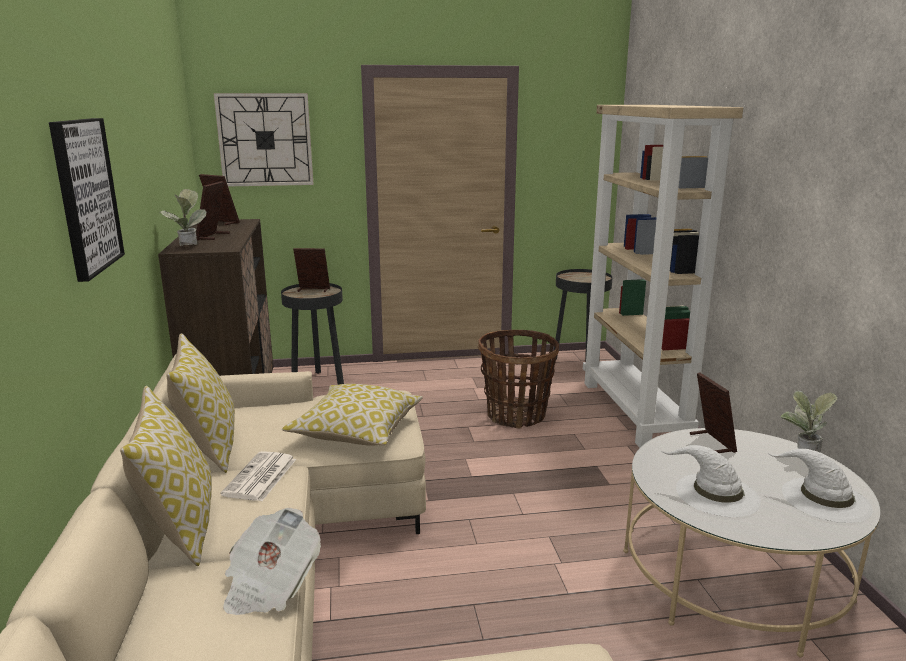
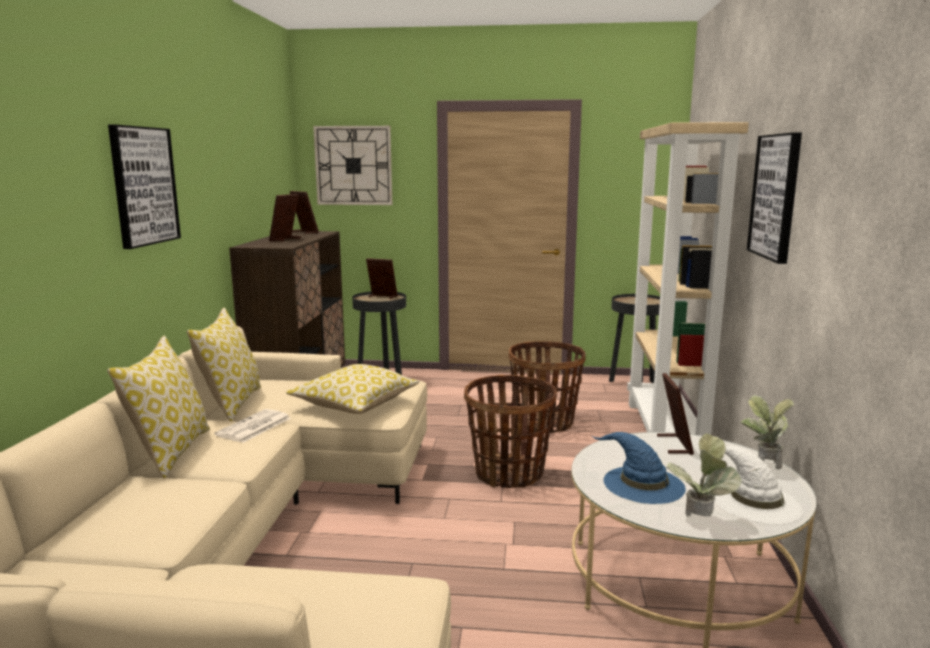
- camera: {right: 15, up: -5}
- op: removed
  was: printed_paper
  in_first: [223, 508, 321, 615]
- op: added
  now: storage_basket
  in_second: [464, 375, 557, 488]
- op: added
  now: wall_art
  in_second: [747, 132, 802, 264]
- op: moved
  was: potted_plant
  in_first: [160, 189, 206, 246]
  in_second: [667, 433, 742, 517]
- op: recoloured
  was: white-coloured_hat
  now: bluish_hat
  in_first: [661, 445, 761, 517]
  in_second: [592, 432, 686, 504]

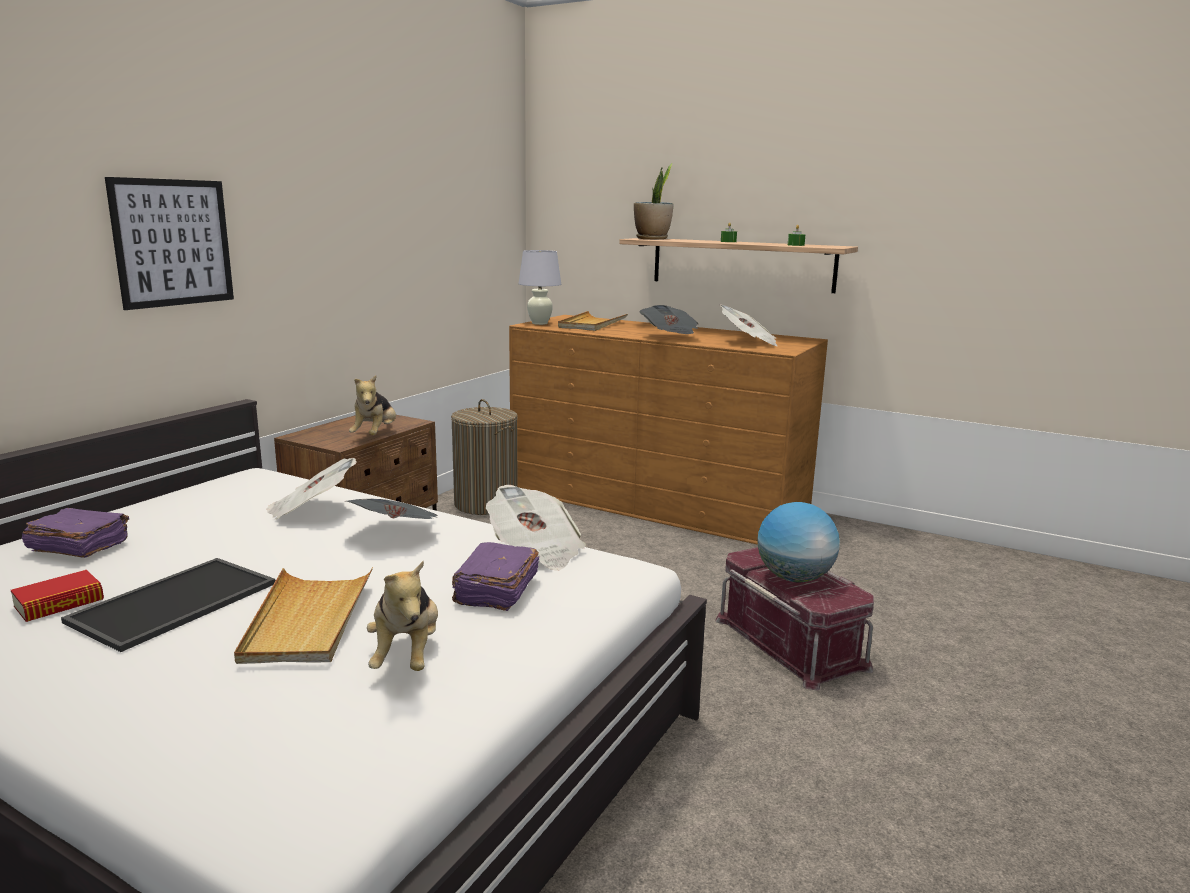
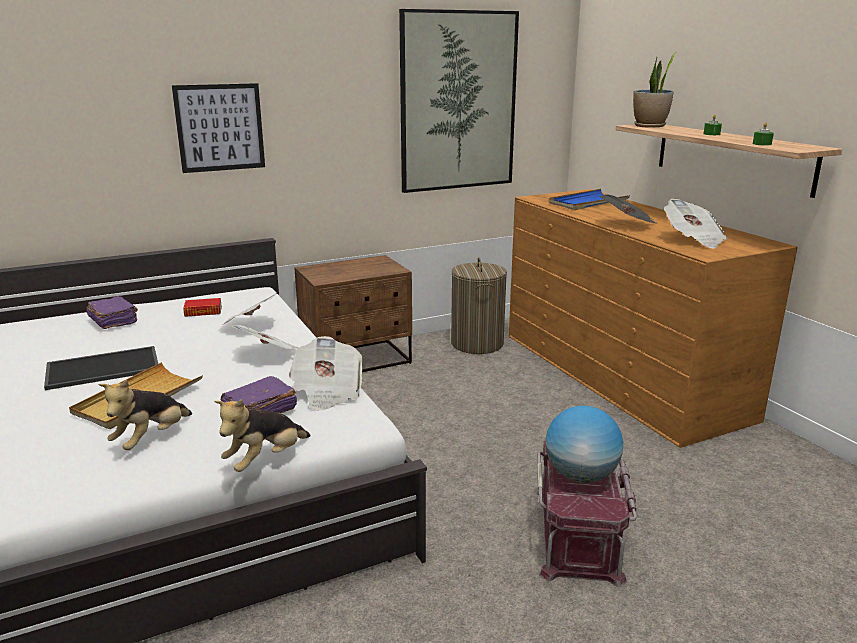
- camera: {right: 35, up: 5}
- op: removed
  was: white-coloured_table_lamp
  in_first: [518, 250, 561, 325]
- op: added
  now: wall_art
  in_second: [399, 9, 519, 193]
- op: moved
  was: book
  in_first: [11, 570, 104, 622]
  in_second: [184, 298, 222, 317]
- op: moved
  was: cuddly_toy
  in_first: [349, 375, 396, 435]
  in_second: [214, 399, 310, 472]
- op: recoloured
  was: sand-coloured_tray
  now: bluish_tray
  in_first: [558, 311, 628, 331]
  in_second: [549, 189, 630, 210]

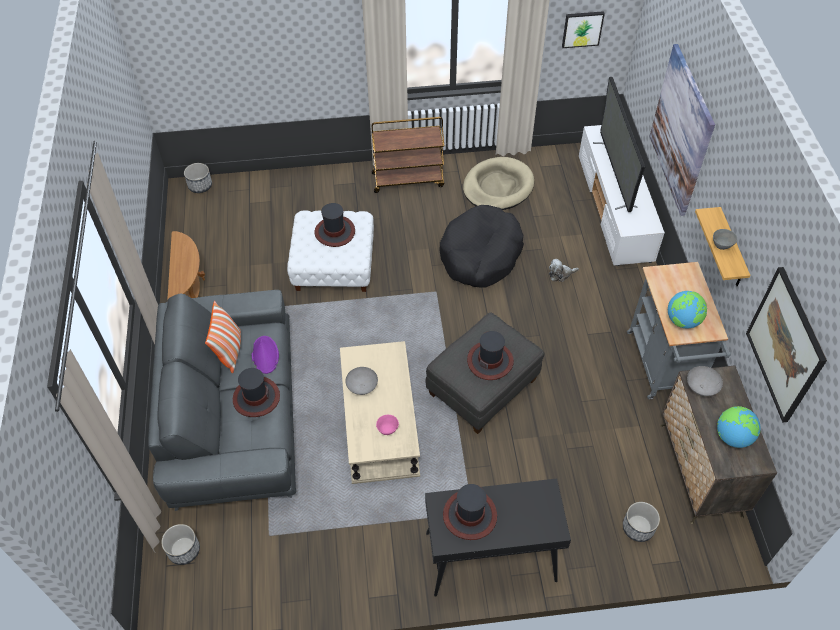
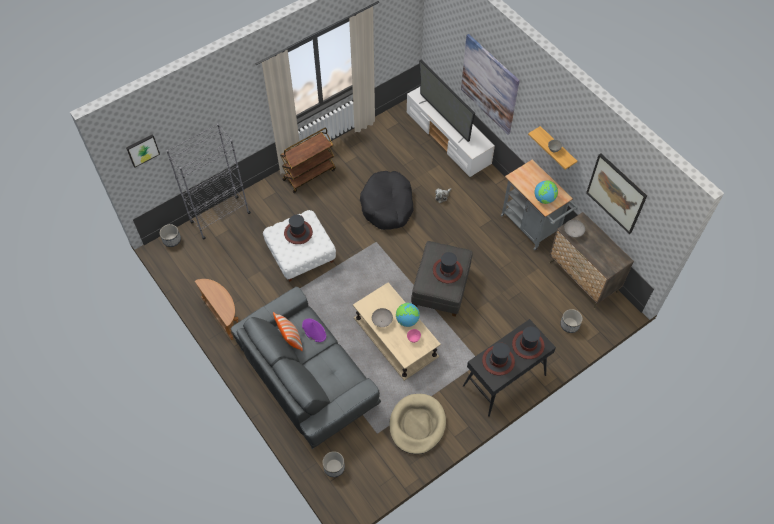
- camera: {right: -30, up: 5}
- op: added
  now: grey_bookshelf
  in_second: [166, 123, 251, 240]
- op: moved
  was: hat
  in_first: [233, 368, 280, 417]
  in_second: [512, 326, 544, 359]
- op: moved
  was: sand-coloured_dog_cushion
  in_first: [463, 157, 534, 210]
  in_second: [389, 394, 446, 454]
- op: moved
  was: wall_art
  in_first: [562, 11, 605, 48]
  in_second: [126, 134, 160, 168]
- op: moved
  was: globe
  in_first: [717, 406, 761, 448]
  in_second: [396, 303, 420, 327]

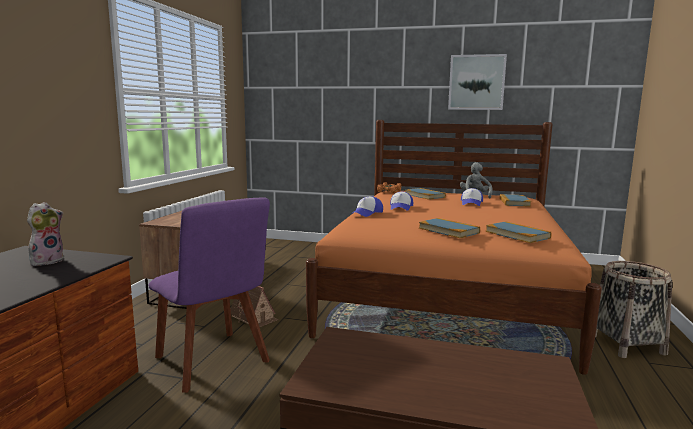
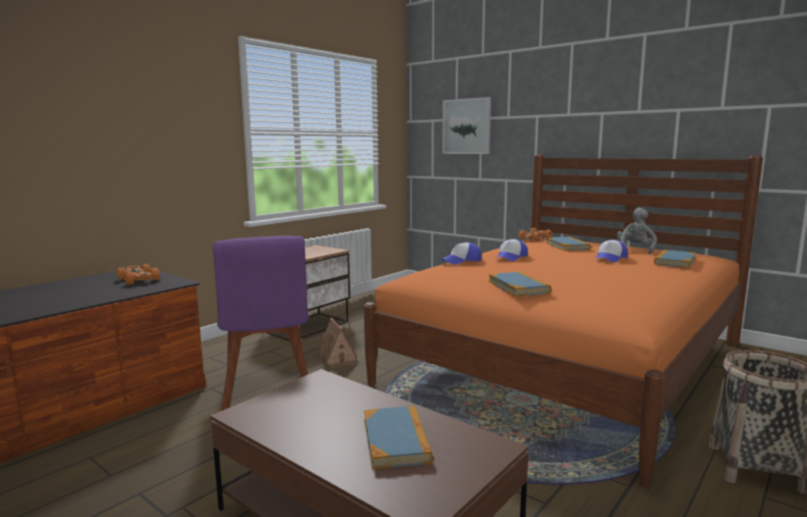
- camera: {right: 25, up: 0}
- op: moved
  was: wall_art
  in_first: [448, 54, 507, 110]
  in_second: [442, 97, 491, 154]
- op: moved
  was: book
  in_first: [486, 221, 551, 243]
  in_second: [364, 406, 433, 469]
- op: replaced
  was: cuddly_toy
  now: orangey_miniature_car
  in_first: [27, 202, 64, 266]
  in_second: [117, 264, 160, 285]

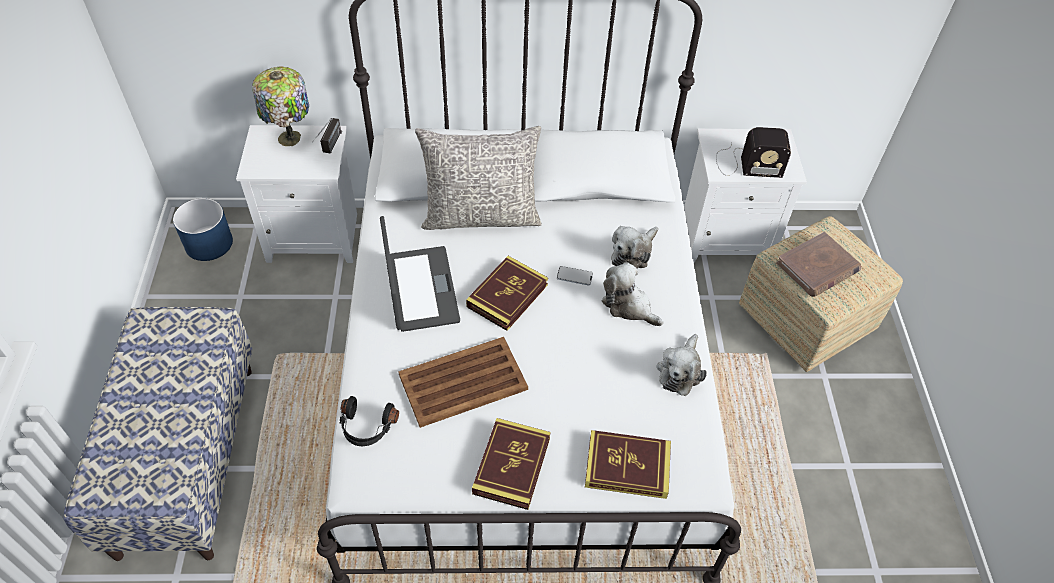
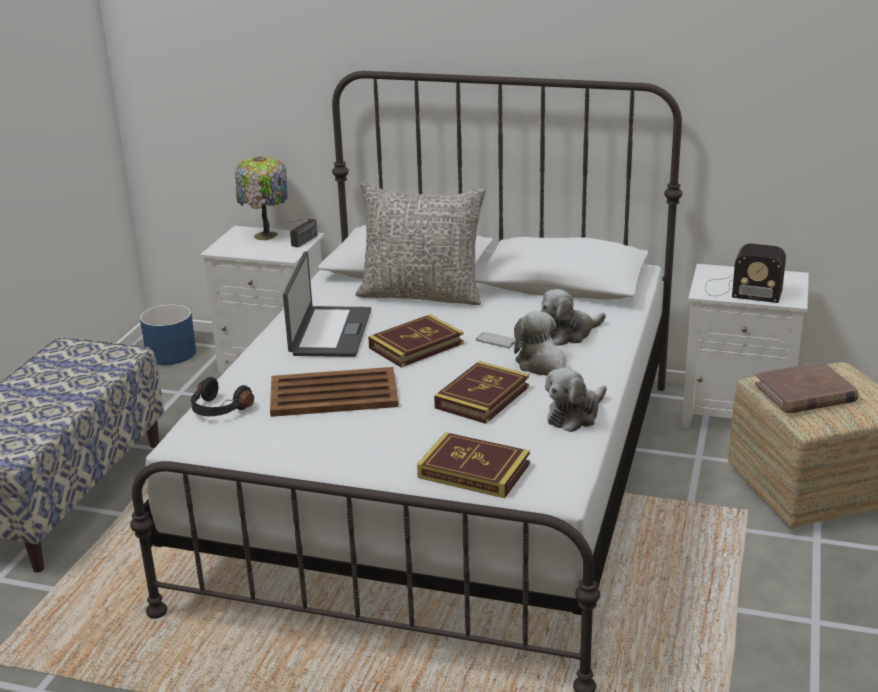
- camera: {right: 20, up: -25}
- op: moved
  was: book
  in_first: [472, 418, 551, 510]
  in_second: [434, 361, 529, 424]

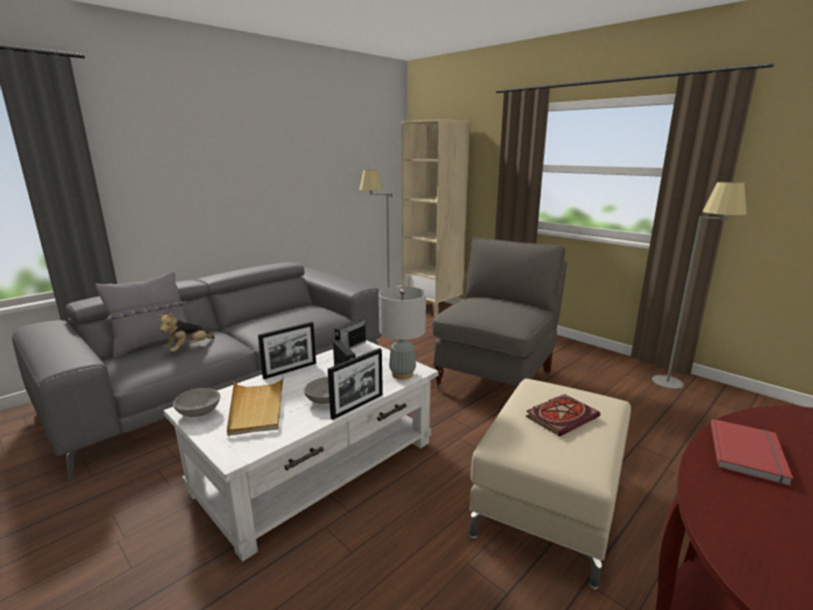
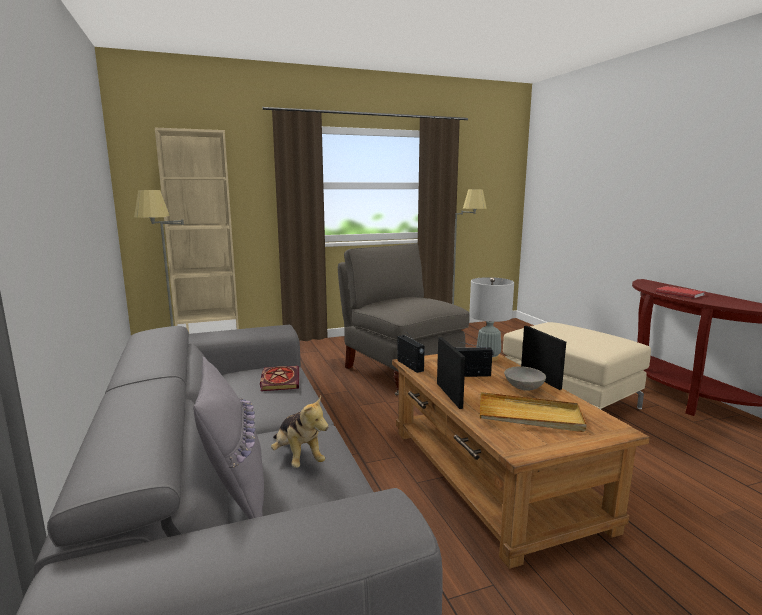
- camera: {right: -65, up: -5}
- op: removed
  was: grey_serving_bowl
  in_first: [173, 388, 220, 417]
- op: moved
  was: book
  in_first: [526, 394, 600, 436]
  in_second: [260, 366, 299, 391]
- op: recoloured
  was: white-coloured_lounge_table
  now: brownish_lounge_table
  in_first: [163, 340, 439, 562]
  in_second: [392, 354, 650, 569]

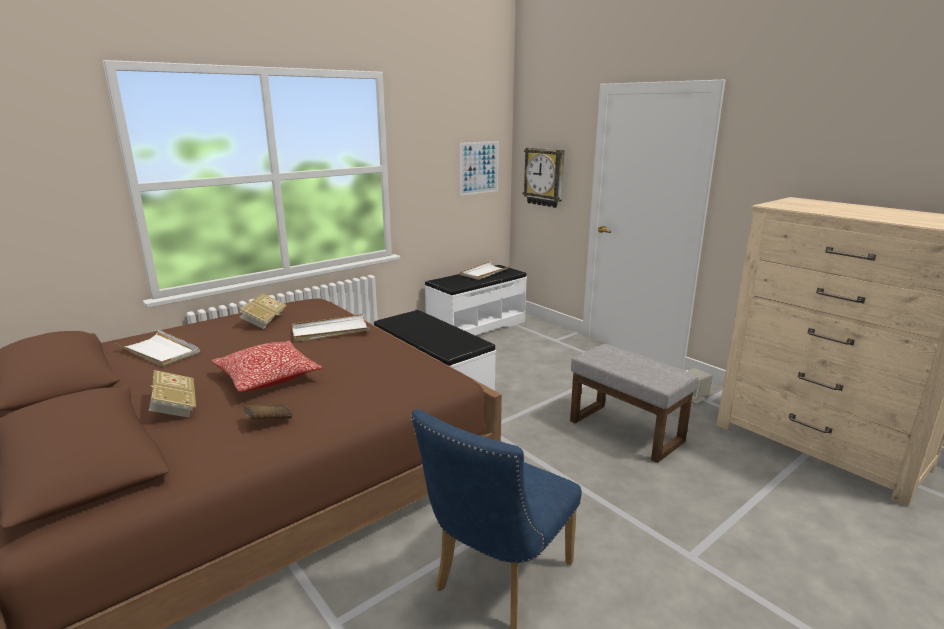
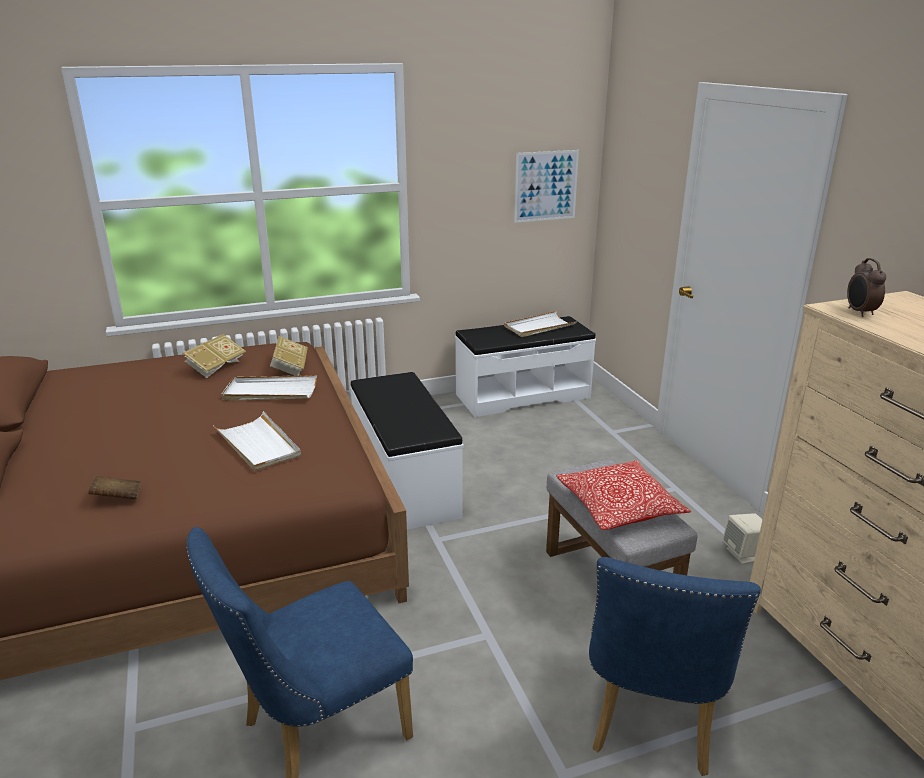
- camera: {right: 20, up: 5}
- op: removed
  was: clock_on_the_wall
  in_first: [523, 147, 564, 208]
- op: added
  now: bluish_chair
  in_second: [589, 557, 761, 776]
- op: added
  now: alarm_clock
  in_second: [847, 258, 886, 317]
- op: moved
  was: white-coloured_tray
  in_first: [116, 330, 200, 367]
  in_second: [213, 411, 301, 471]
- op: moved
  was: book
  in_first: [149, 370, 196, 418]
  in_second: [270, 336, 308, 376]
- op: moved
  was: cushion
  in_first: [211, 341, 323, 392]
  in_second: [556, 460, 691, 530]

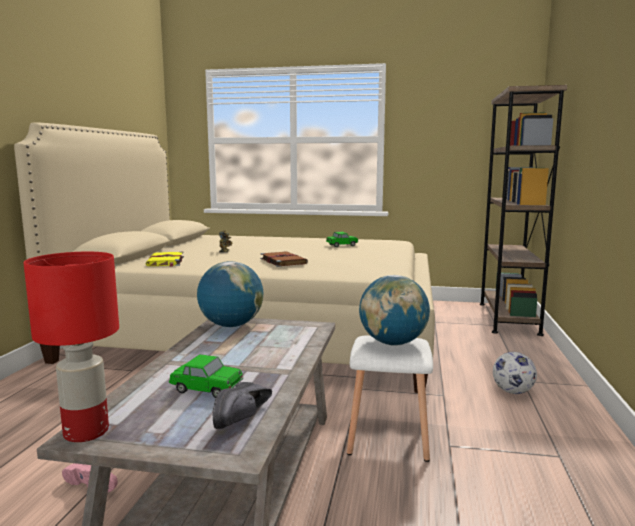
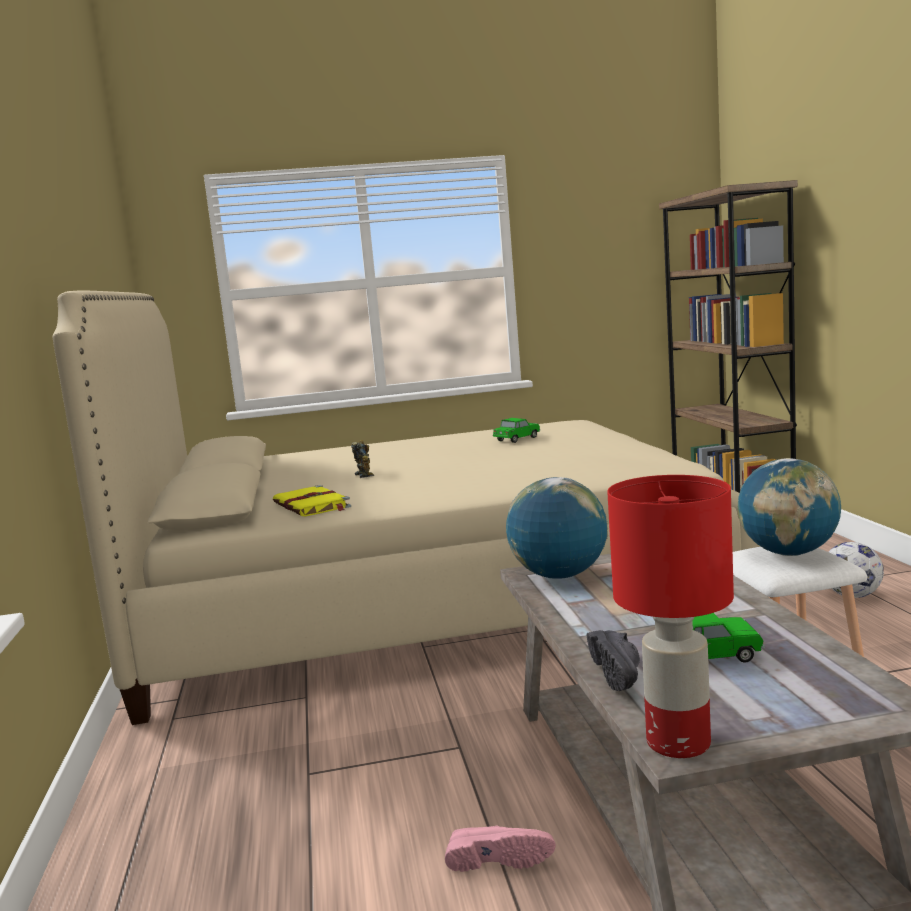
- camera: {right: -20, up: 0}
- op: removed
  was: brownish_book
  in_first: [260, 251, 308, 267]
- op: moved
  was: blackish_item_of_footwear
  in_first: [213, 382, 272, 429]
  in_second: [586, 630, 640, 691]

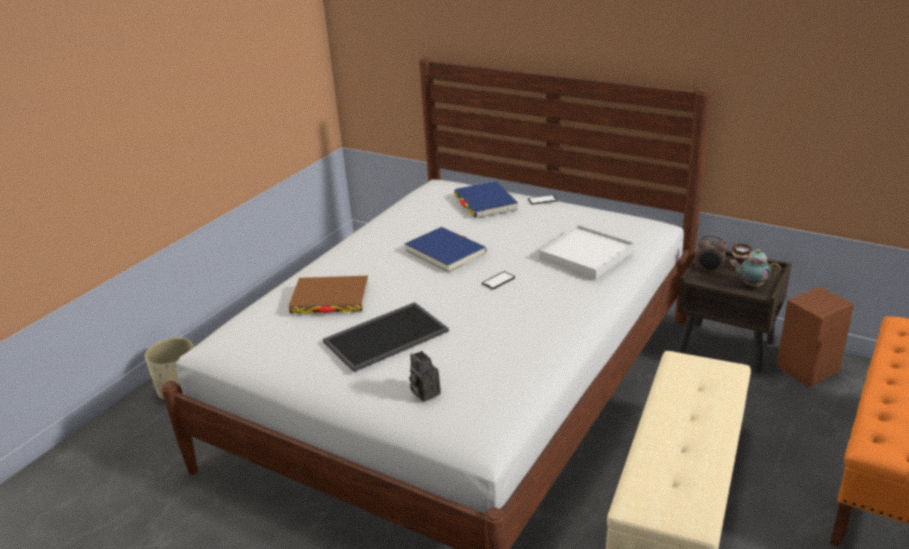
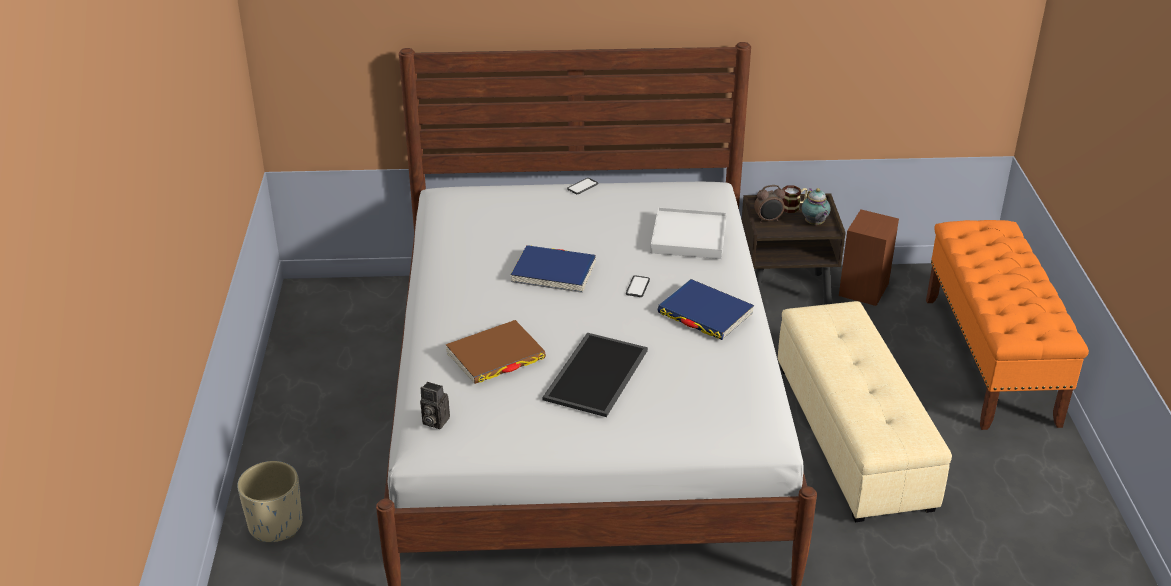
- camera: {right: -35, up: 5}
- op: moved
  was: photo_camera
  in_first: [409, 351, 441, 402]
  in_second: [420, 382, 450, 429]
- op: moved
  was: bluish_book
  in_first: [454, 181, 518, 218]
  in_second: [657, 279, 754, 340]
- op: turned
  was: teapot
  in_first: [730, 249, 781, 286]
  in_second: [802, 188, 831, 225]
  clockwise: -90

